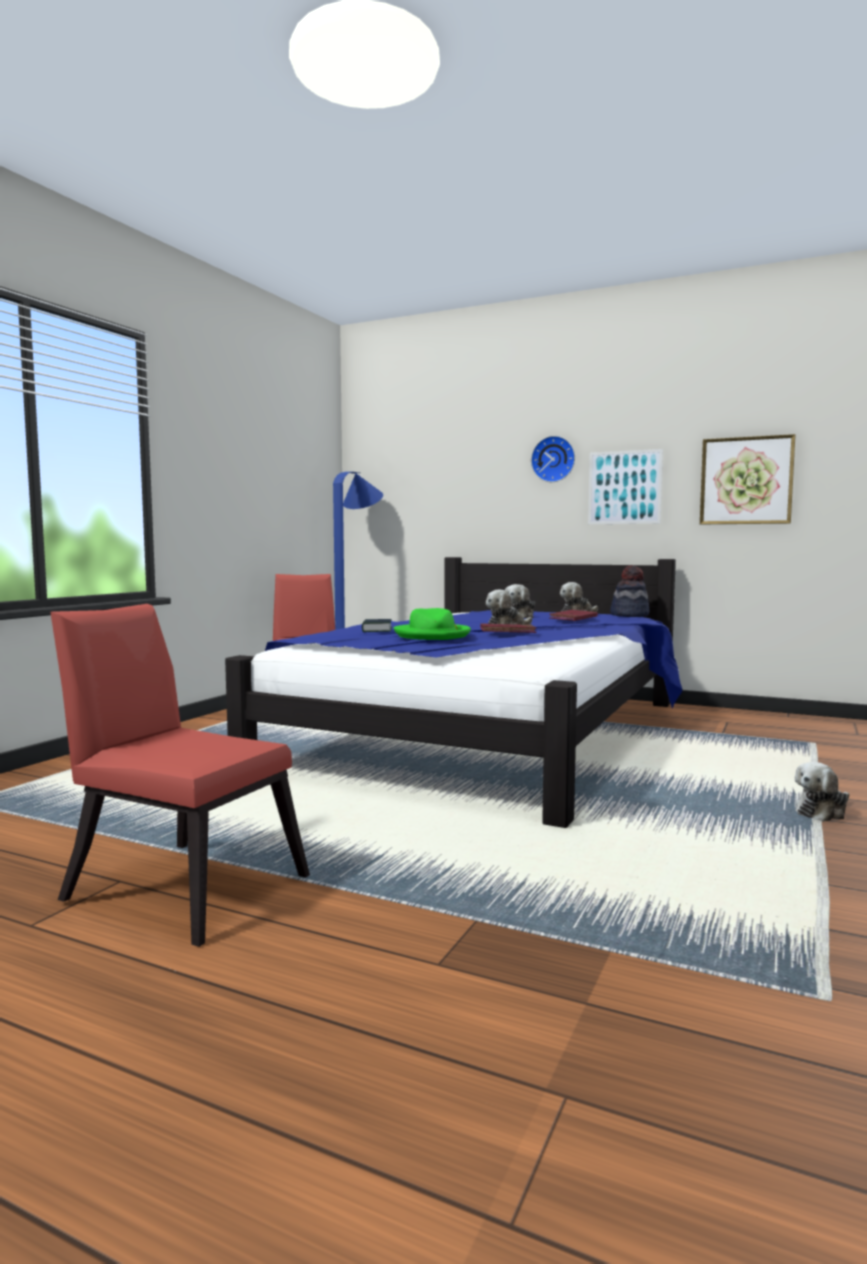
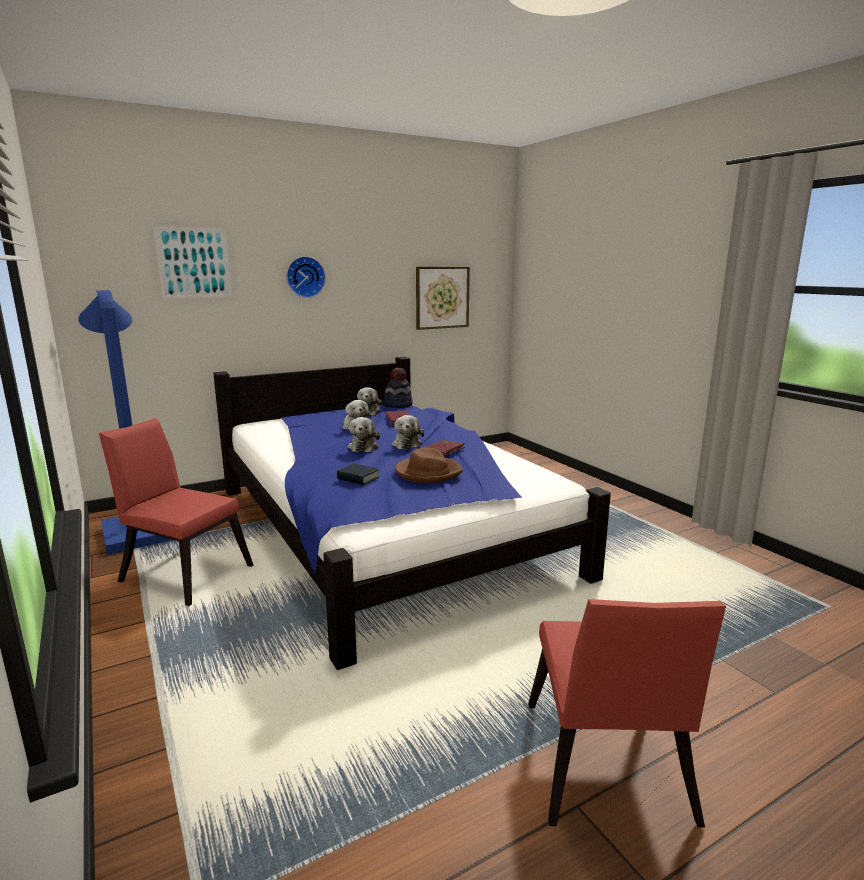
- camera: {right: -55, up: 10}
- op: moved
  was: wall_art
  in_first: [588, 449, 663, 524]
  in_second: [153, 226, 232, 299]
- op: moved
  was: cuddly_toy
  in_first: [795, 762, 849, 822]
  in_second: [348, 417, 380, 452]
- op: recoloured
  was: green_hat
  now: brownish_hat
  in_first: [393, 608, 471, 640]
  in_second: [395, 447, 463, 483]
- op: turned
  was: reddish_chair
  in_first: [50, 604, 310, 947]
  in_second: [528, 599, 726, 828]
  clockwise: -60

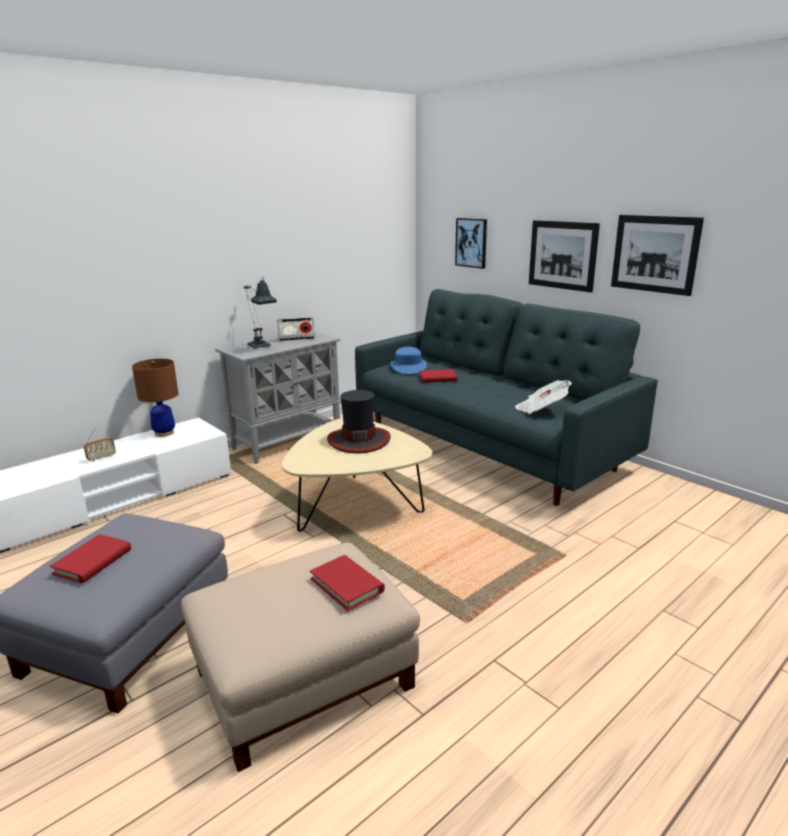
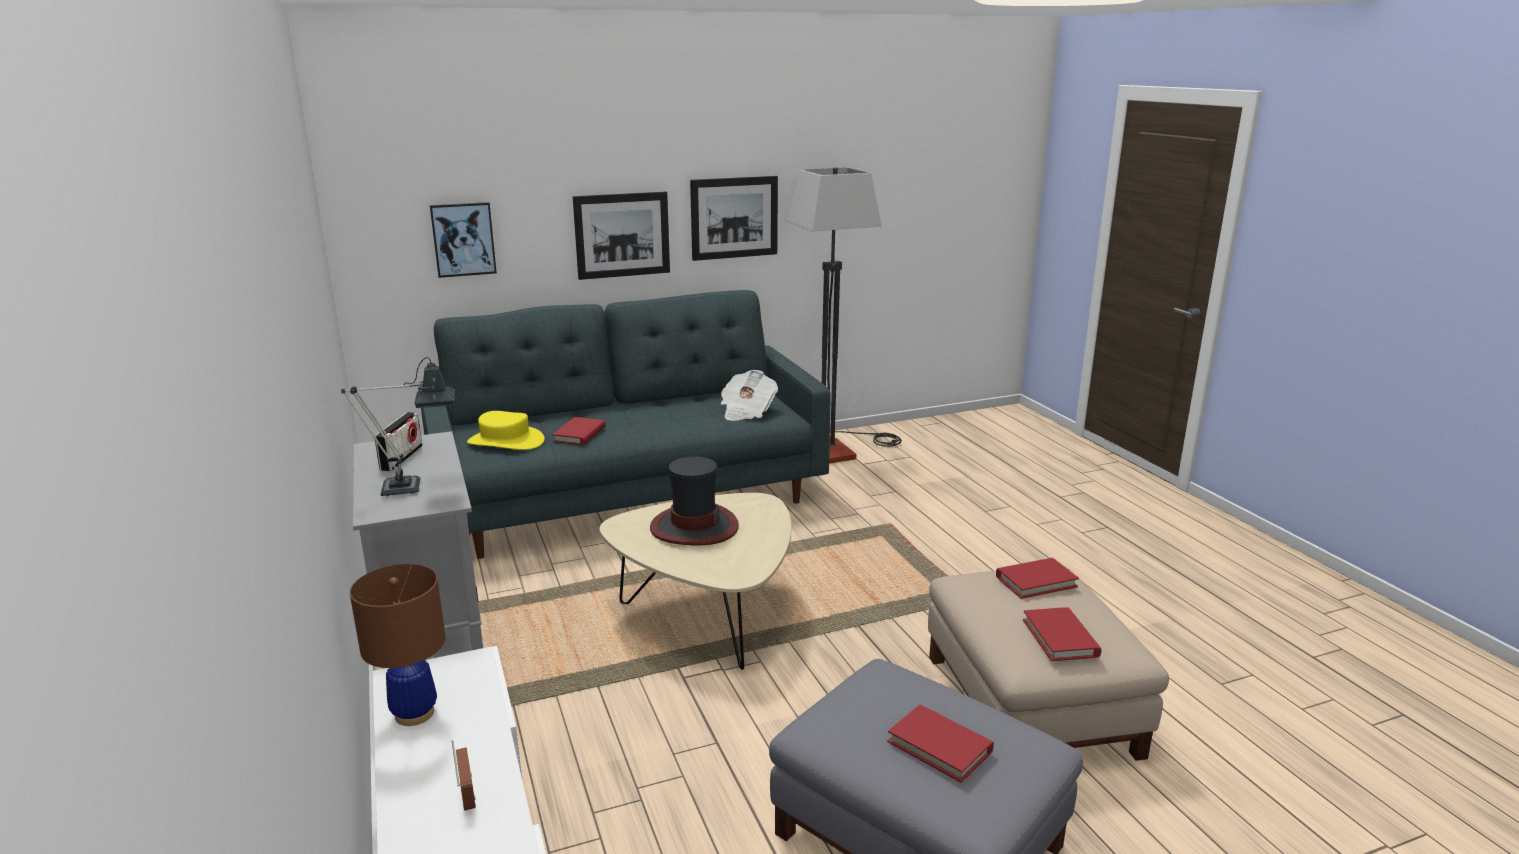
- camera: {right: -70, up: 0}
- op: added
  now: standing_lamp
  in_second: [787, 167, 902, 464]
- op: added
  now: reddish_book
  in_second: [1023, 607, 1102, 661]
- op: recoloured
  was: bluish_hat
  now: yellow_hat
  in_first: [390, 347, 427, 374]
  in_second: [467, 411, 544, 450]

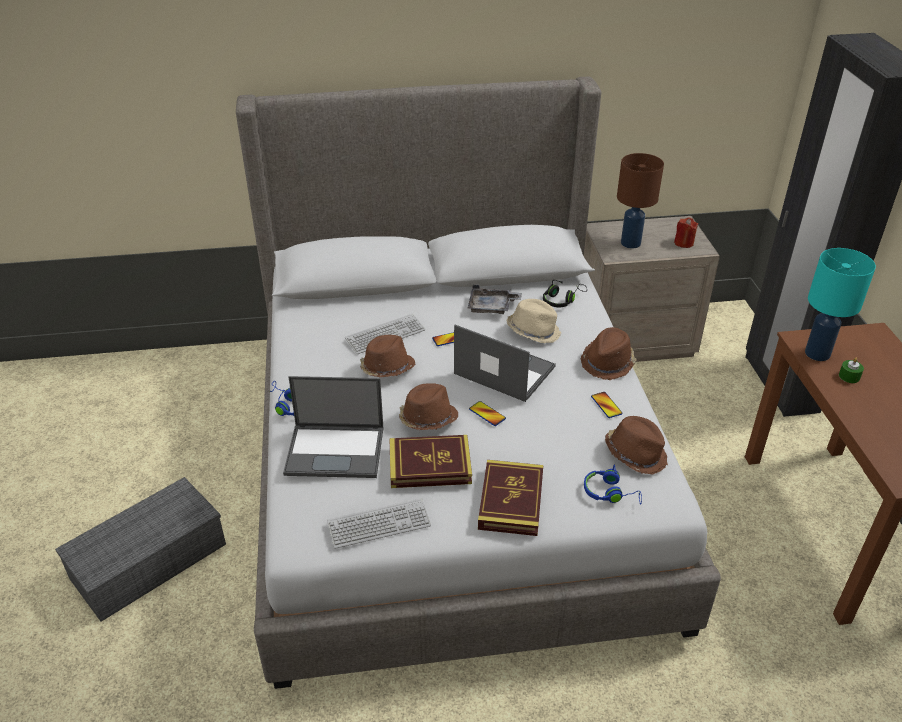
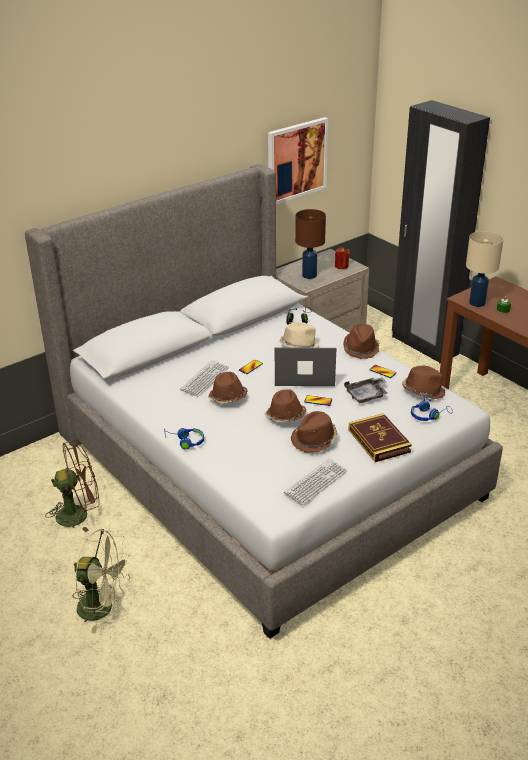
- camera: {right: -30, up: -5}
- op: removed
  was: laptop
  in_first: [283, 376, 383, 478]
- op: added
  now: brownish_fan
  in_second: [45, 440, 99, 532]
- op: added
  now: wall_art
  in_second: [268, 117, 328, 204]
- op: moved
  was: grey_tray
  in_first: [467, 284, 522, 314]
  in_second: [344, 377, 387, 403]
- op: replaced
  was: grey_storage_box
  now: green_fan
  in_first: [55, 477, 226, 622]
  in_second: [73, 529, 130, 634]
- op: replaced
  was: book
  now: brownish_hat
  in_first: [389, 435, 472, 488]
  in_second: [291, 411, 337, 453]
- op: recoloured
  was: turquoise-coloured_table_lamp
  now: sand-coloured_table_lamp
  in_first: [805, 248, 876, 361]
  in_second: [466, 231, 504, 307]

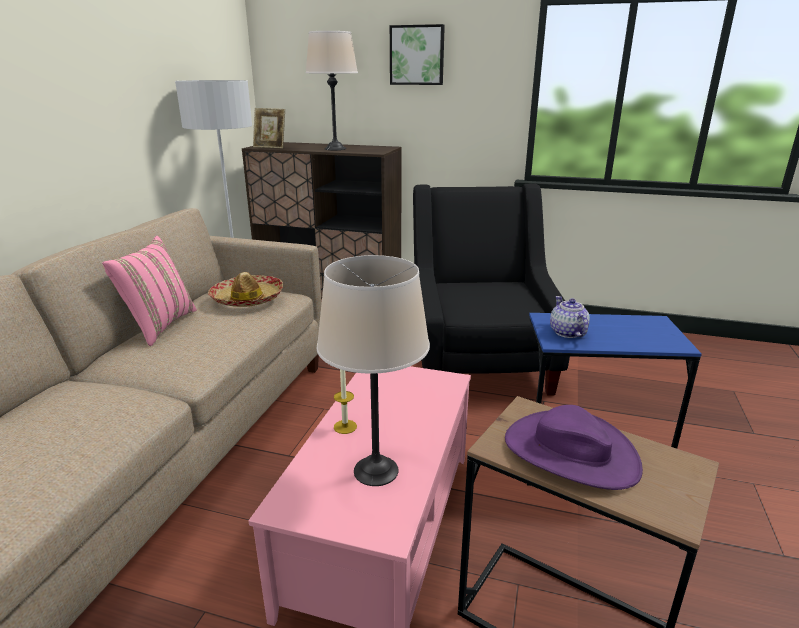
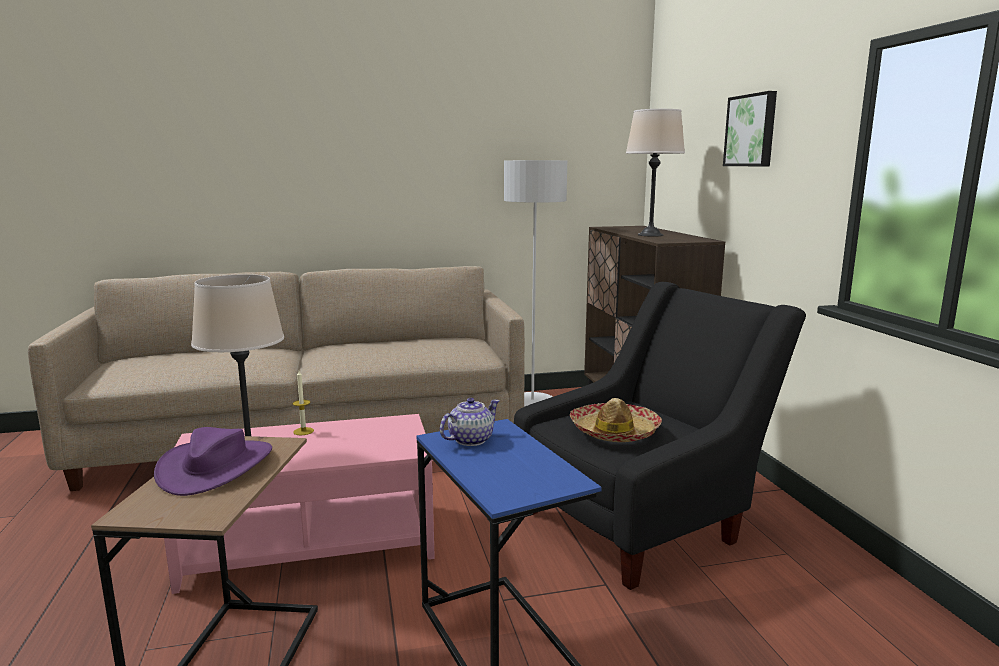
- camera: {right: 60, up: -10}
- op: removed
  was: pink-coloured_cushion
  in_first: [102, 236, 197, 346]
- op: removed
  was: photo_frame
  in_first: [253, 108, 285, 148]
- op: moved
  was: hat
  in_first: [208, 272, 283, 307]
  in_second: [570, 398, 662, 442]

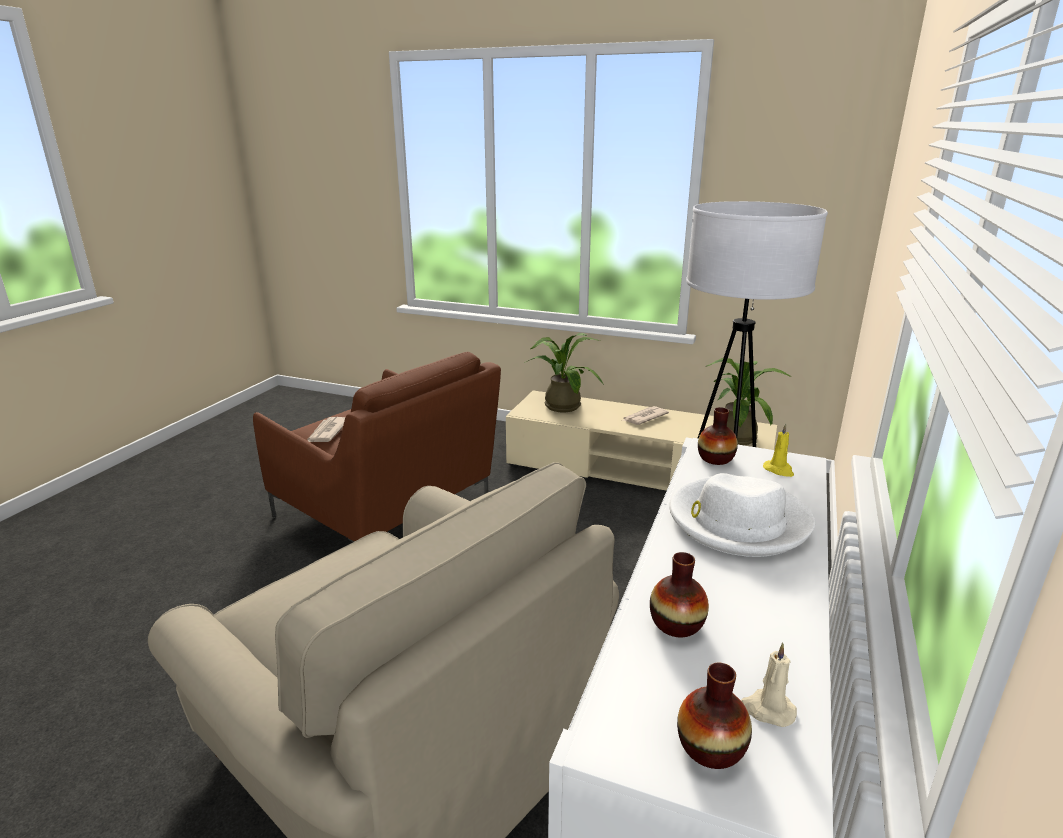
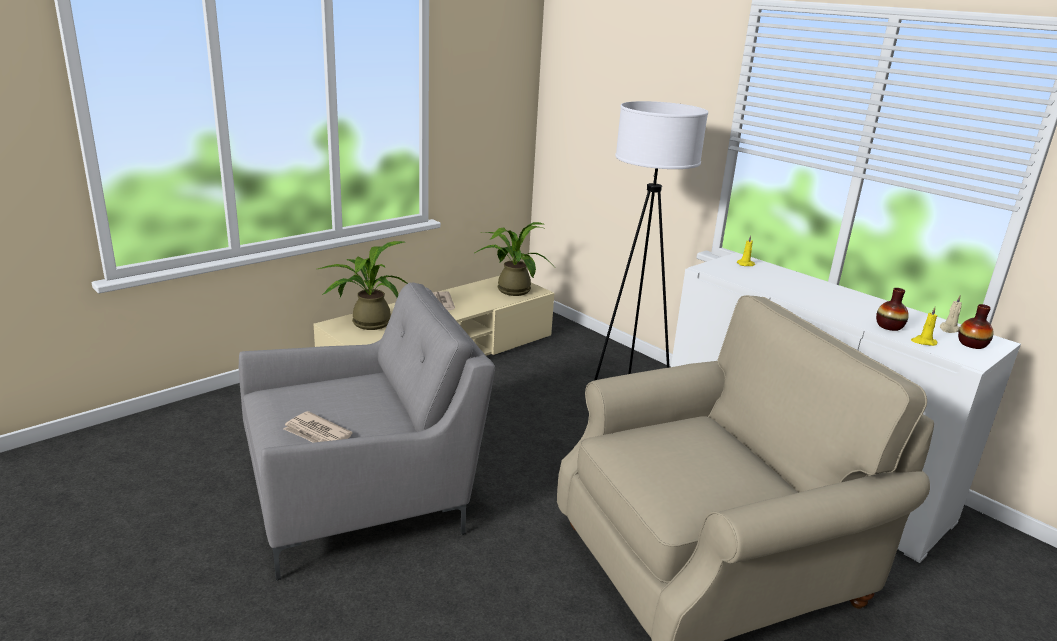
- camera: {right: -65, up: 0}
- op: removed
  was: white-coloured_hat
  in_first: [669, 473, 815, 557]
- op: removed
  was: vase
  in_first: [698, 407, 738, 465]
- op: added
  now: yellow_candle
  in_second: [911, 307, 937, 346]
- op: recoloured
  was: brownish_armchair
  now: grey_armchair
  in_first: [253, 352, 501, 542]
  in_second: [239, 283, 495, 581]

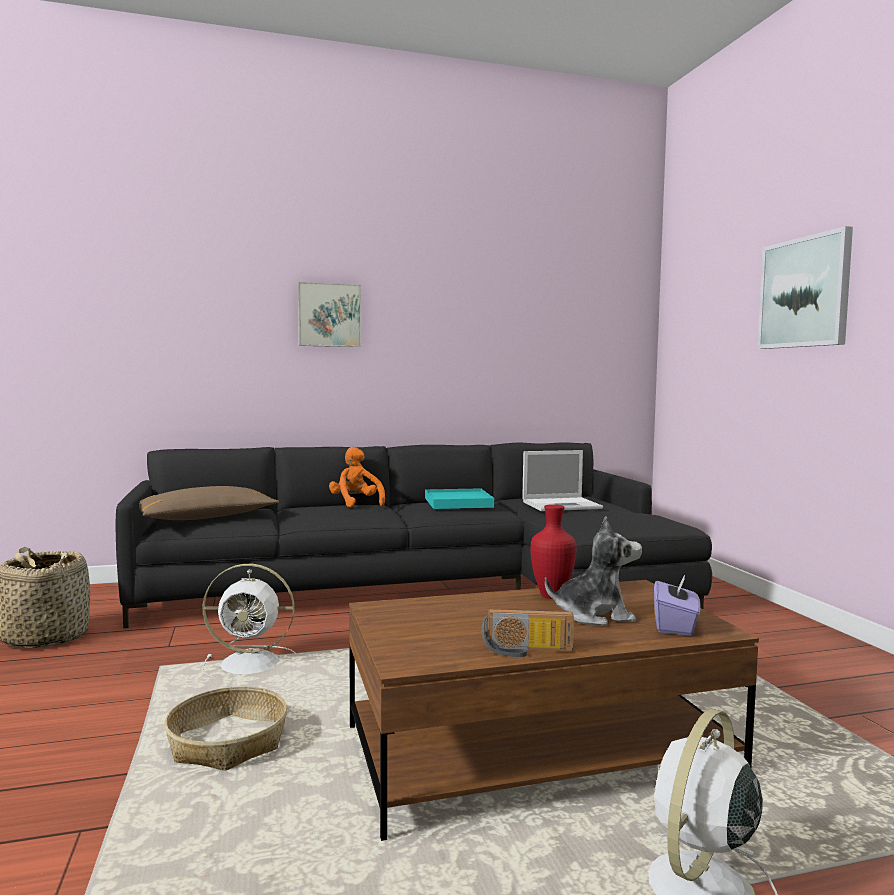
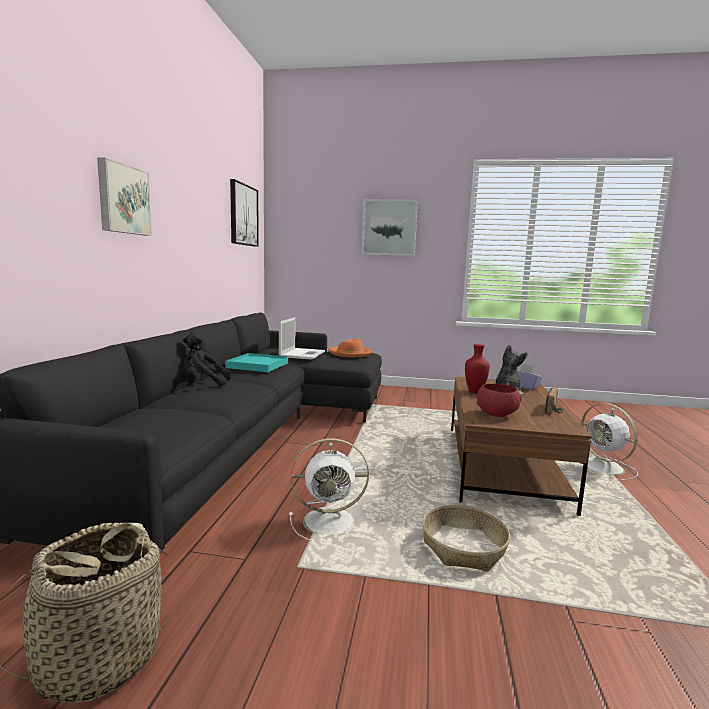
- camera: {right: -65, up: 5}
- op: removed
  was: brownish_cushion
  in_first: [139, 486, 279, 520]
- op: added
  now: wall_art
  in_second: [230, 179, 259, 247]
- op: added
  now: orangey_hat
  in_second: [328, 339, 372, 357]
- op: added
  now: reddish_serving_bowl
  in_second: [476, 384, 522, 417]
- op: recoloured
  was: orangey_cuddly_toy
  now: blackish_cuddly_toy
  in_first: [329, 447, 385, 507]
  in_second: [183, 333, 231, 386]
- op: turned
  was: white-coloured_fan
  in_first: [202, 564, 296, 679]
  in_second: [289, 438, 369, 540]
  clockwise: 60

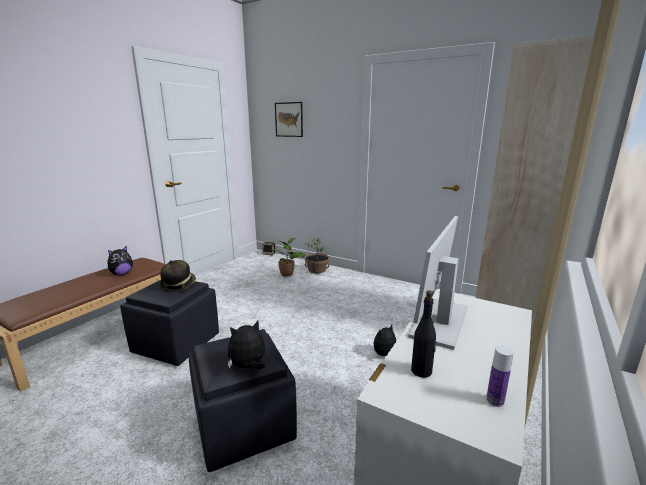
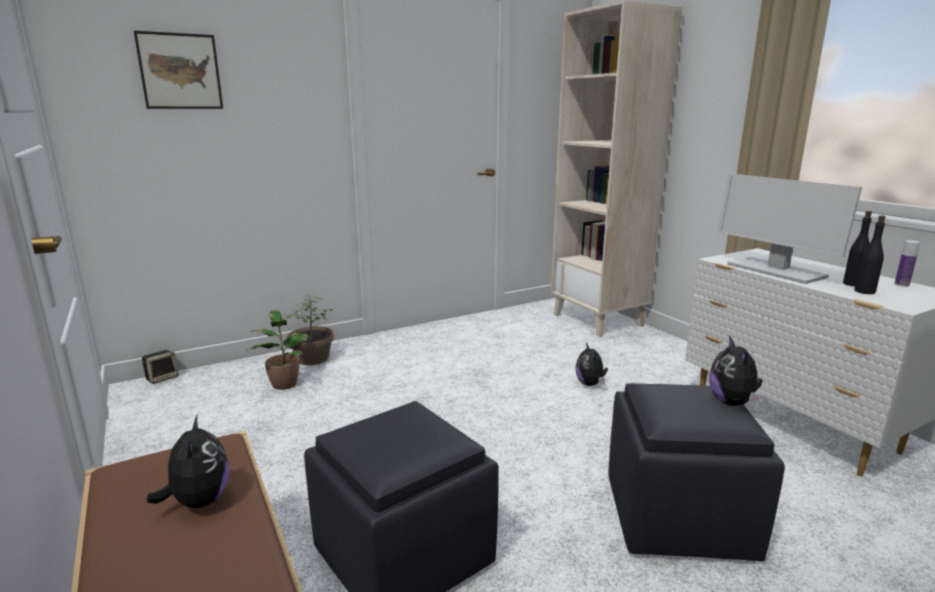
- camera: {right: -60, up: 0}
- op: removed
  was: hat
  in_first: [160, 260, 196, 292]
- op: added
  now: blackish_beverage_bottle
  in_second: [843, 211, 872, 286]

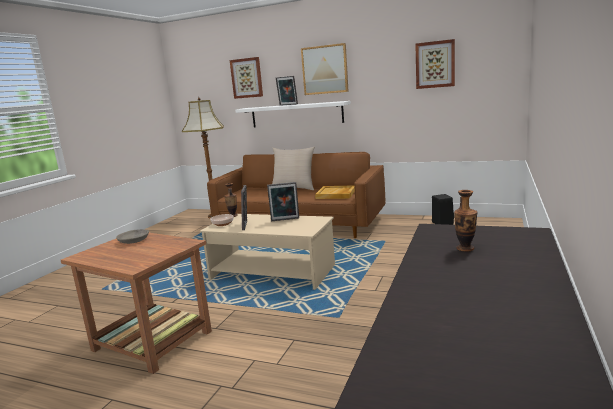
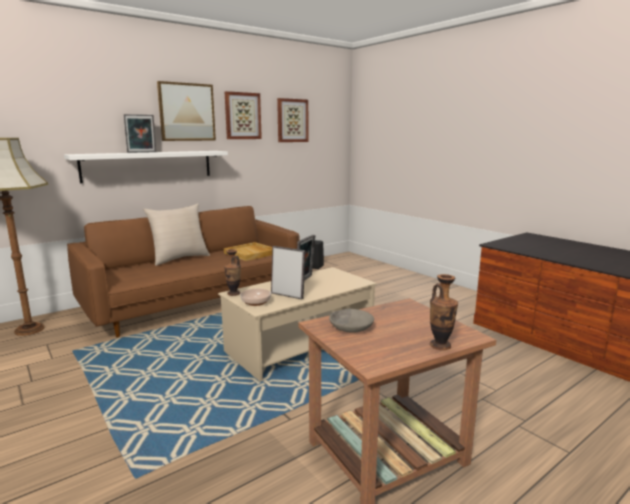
- camera: {right: -60, up: 0}
- op: moved
  was: wall_art
  in_first: [230, 57, 263, 99]
  in_second: [225, 91, 262, 139]
- op: moved
  was: vase
  in_first: [454, 190, 477, 252]
  in_second: [430, 274, 458, 350]

